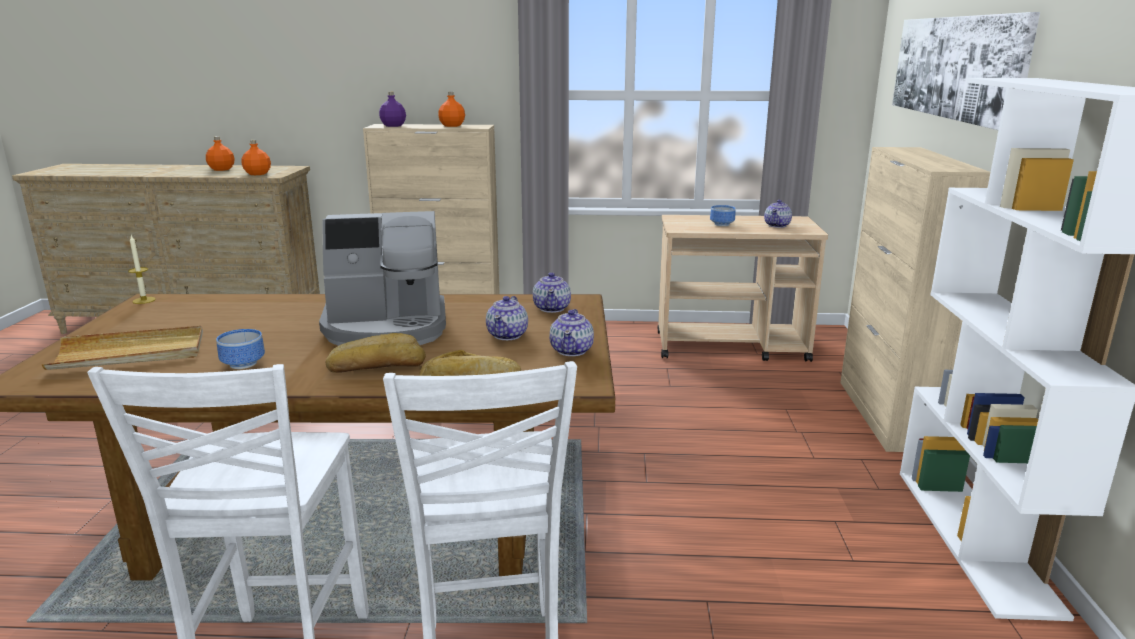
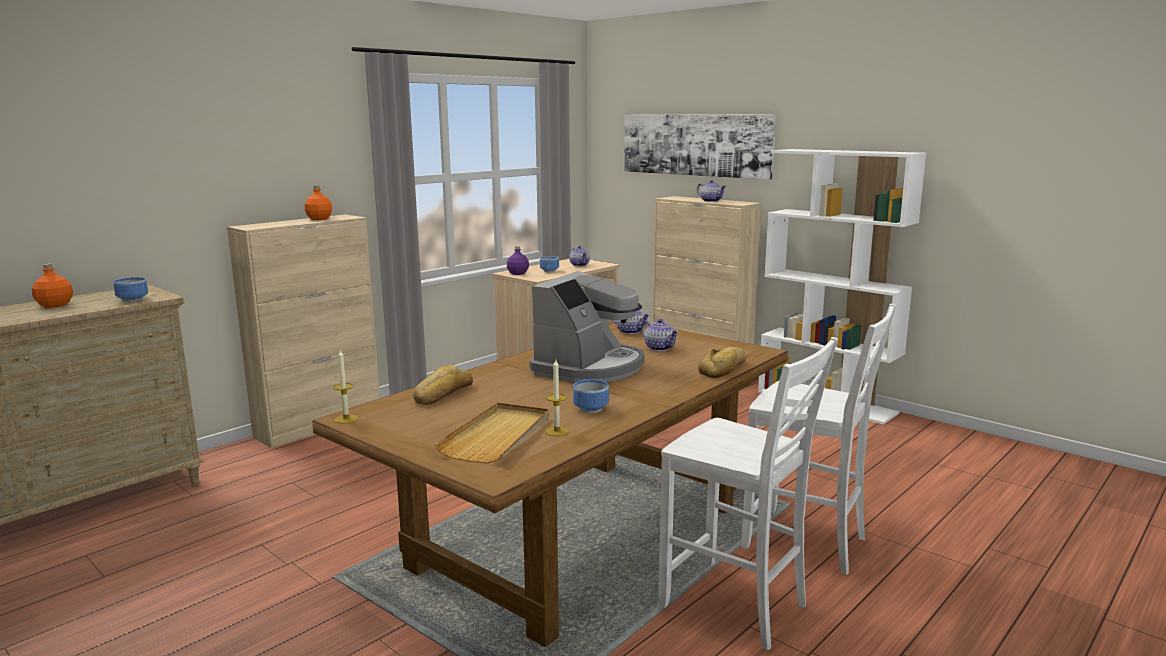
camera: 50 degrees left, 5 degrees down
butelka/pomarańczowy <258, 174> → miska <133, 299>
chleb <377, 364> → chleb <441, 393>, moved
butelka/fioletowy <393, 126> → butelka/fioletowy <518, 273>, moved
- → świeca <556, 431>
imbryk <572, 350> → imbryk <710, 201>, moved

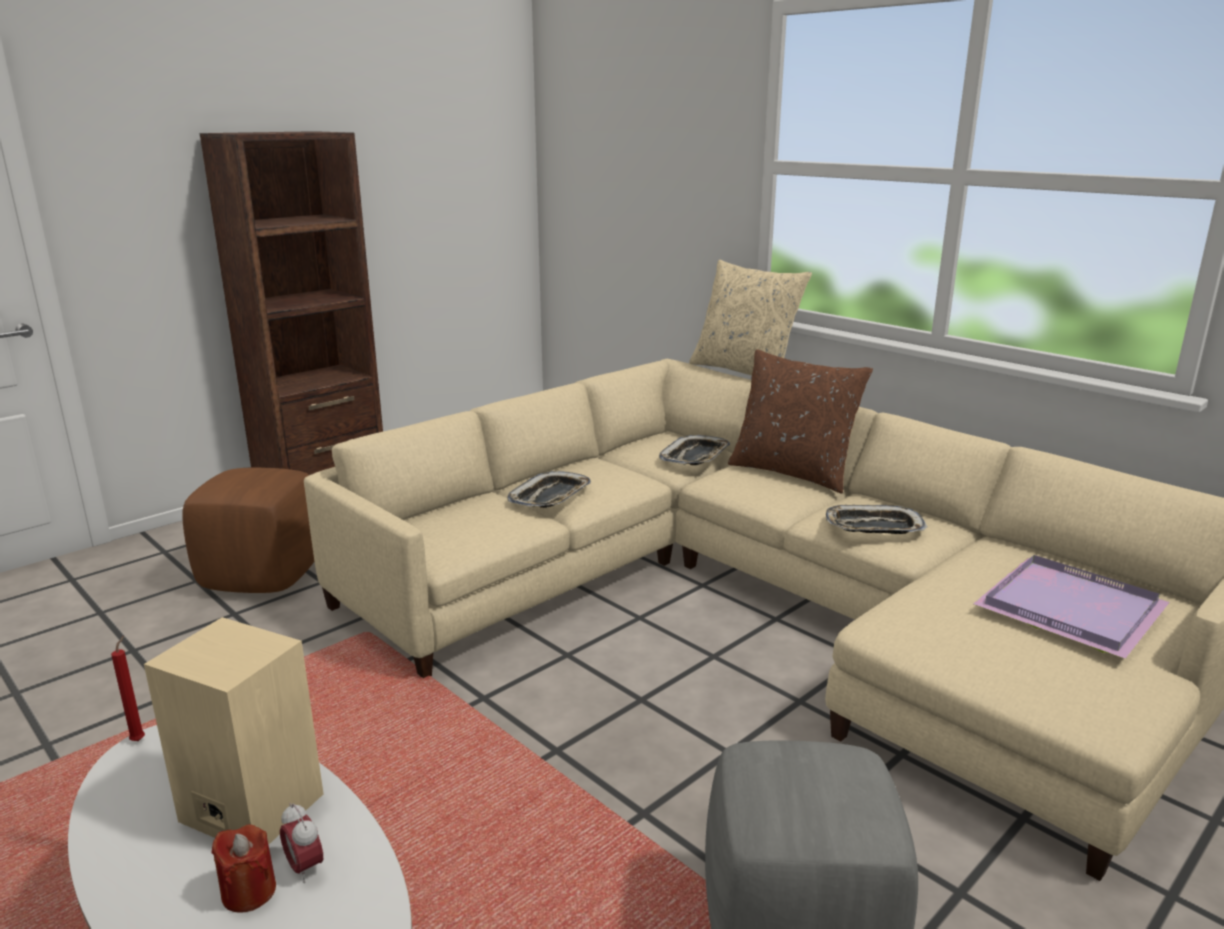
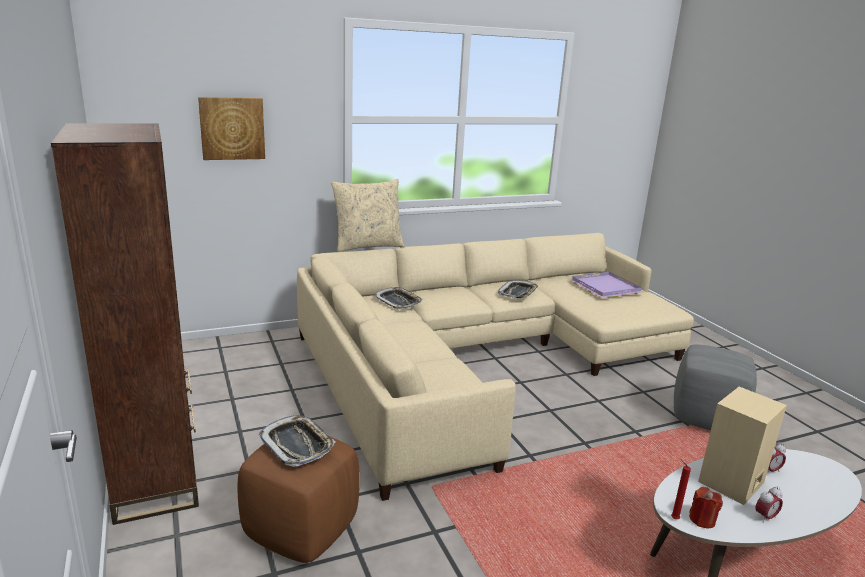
camera: 70 degrees left, 0 degrees up
- → obraz <232, 128>
taca <550, 496> → taca <297, 445>, moved
świeca/czerwony <249, 892> → świeca/czerwony <702, 520>, moved
- → budzik <765, 517>
poduszka/brązowy <793, 473> → -

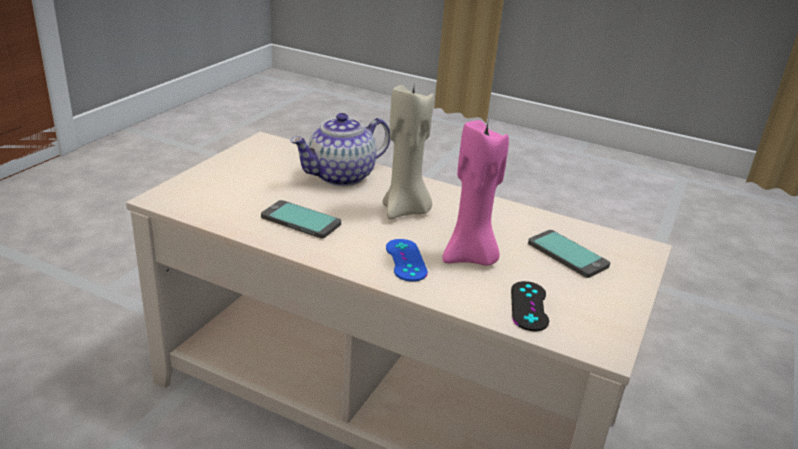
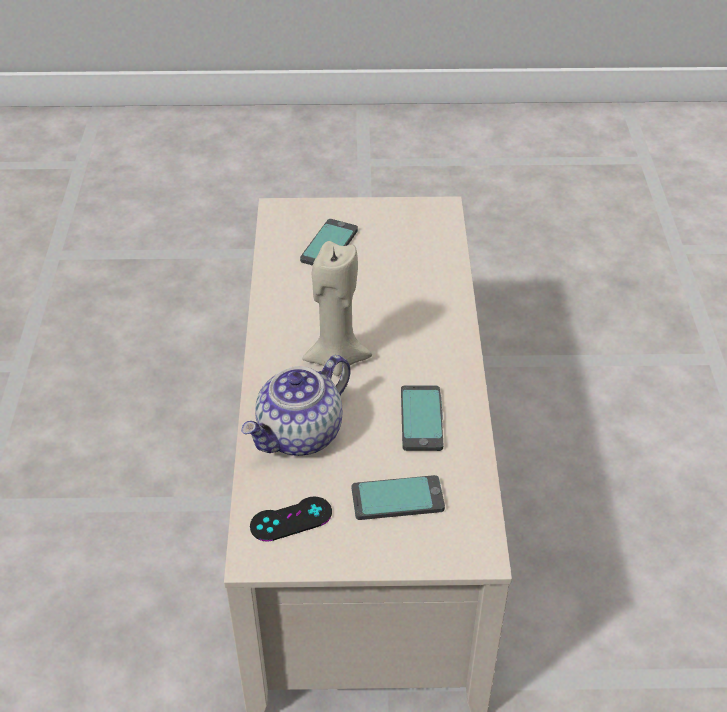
camera: 115 degrees left, 15 degrees up
imbryk <341, 176> → imbryk <300, 435>, 105 degrees clockwise
pad do gier/czarny <529, 306> → pad do gier/czarny <291, 519>, moved
- → telefon <397, 498>
pad do gier/niebieski <406, 260> → -
świeca/różowy <470, 257> → -

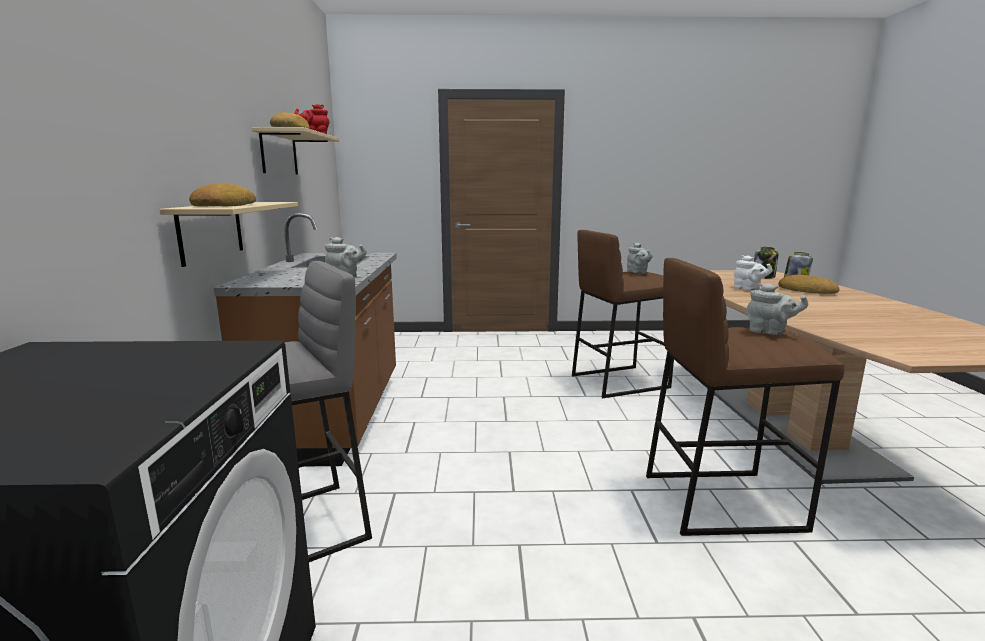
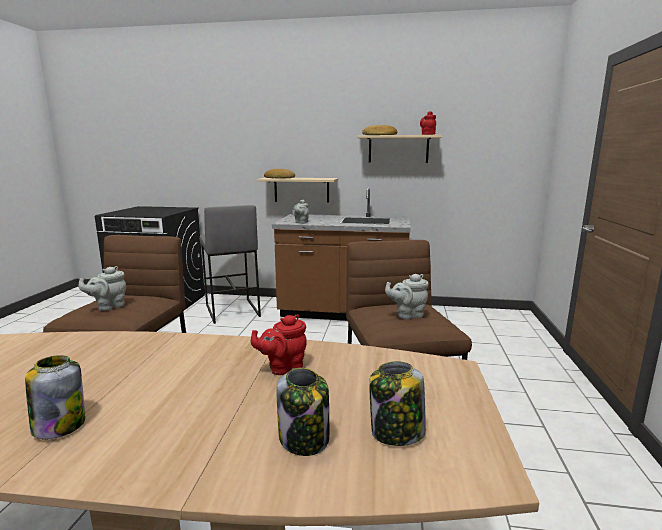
camera: 100 degrees right, 0 degrees up
- → słoik <59, 425>
imbryk/biały <748, 289> → imbryk/czerwony <283, 367>
chleb <807, 290> → -

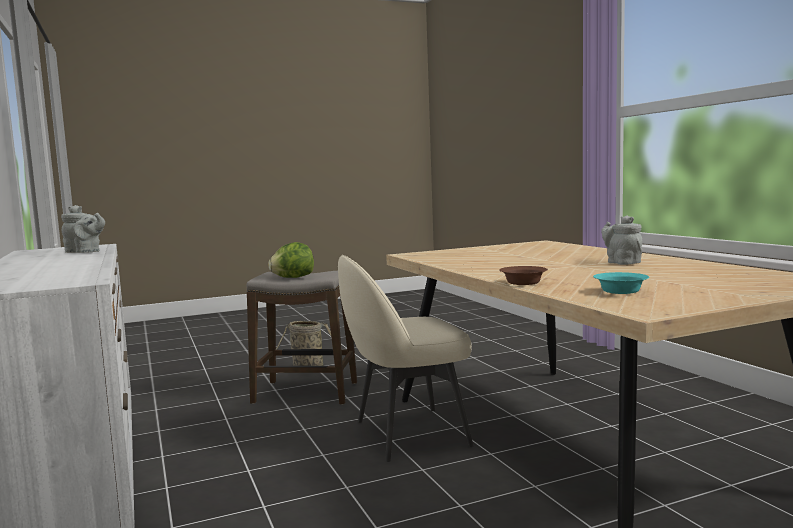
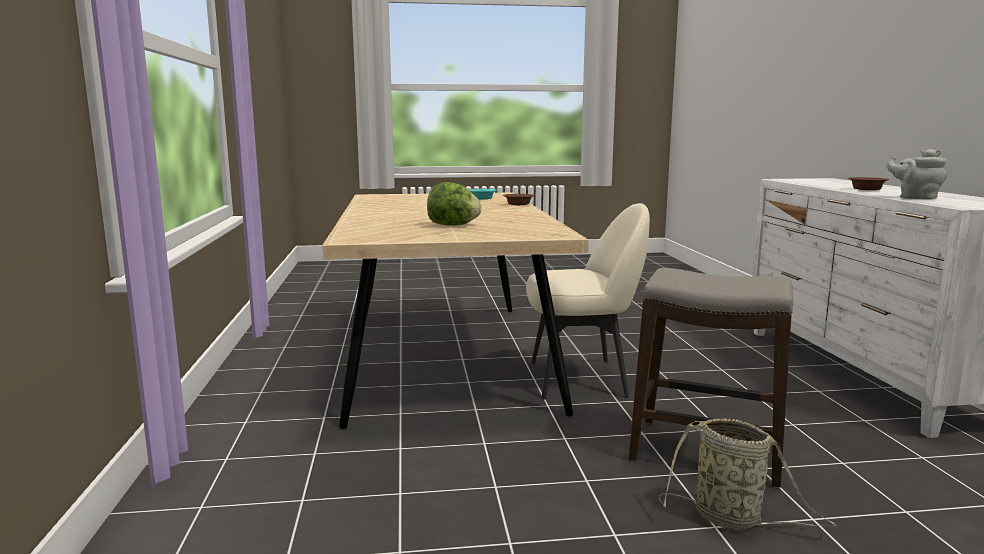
camera: 165 degrees left, 5 degrees up
sałata <293, 277> → sałata <453, 225>, moved
- → miska/brązowy <867, 189>
imbryk/szary <621, 262> → -

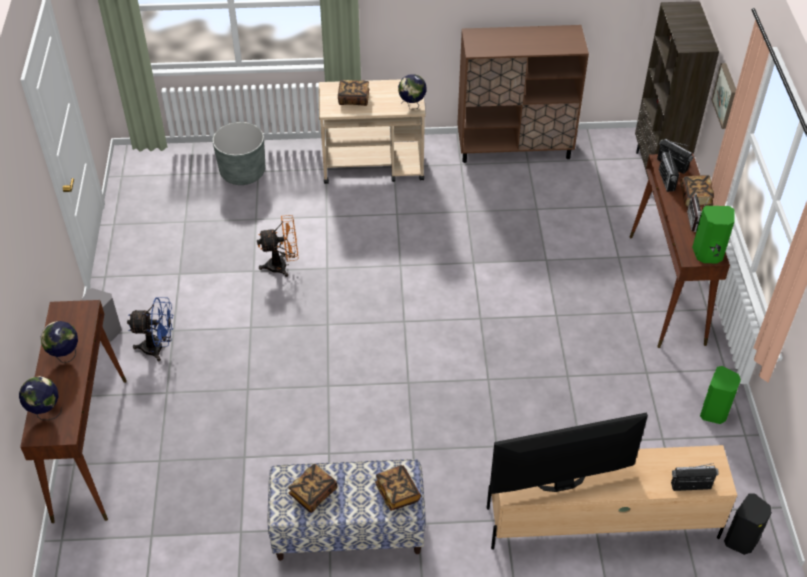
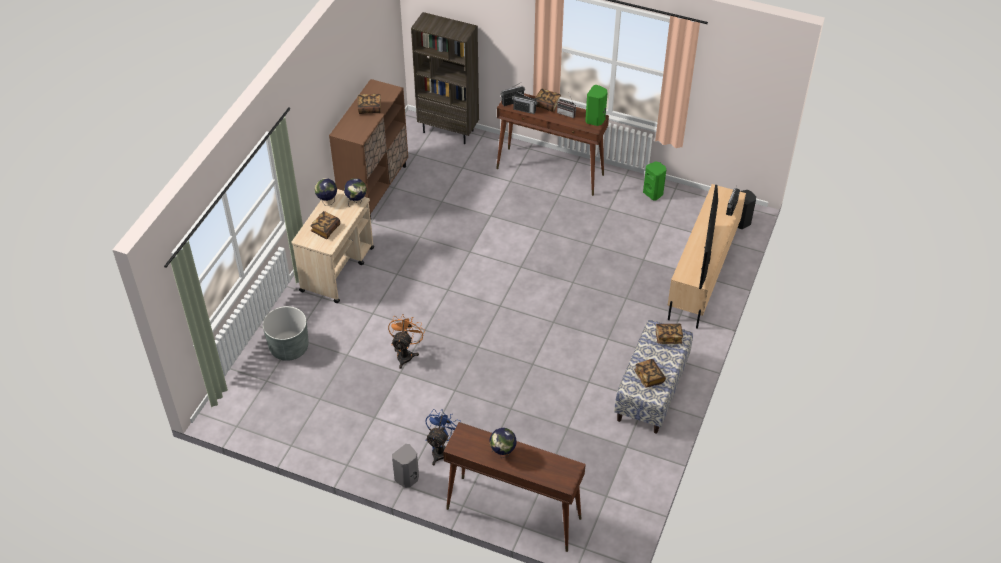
camera: 65 degrees left, 0 degrees up
globus <45, 412> → globus <327, 202>, moved
- → książka <369, 108>
obraz <726, 96> → -

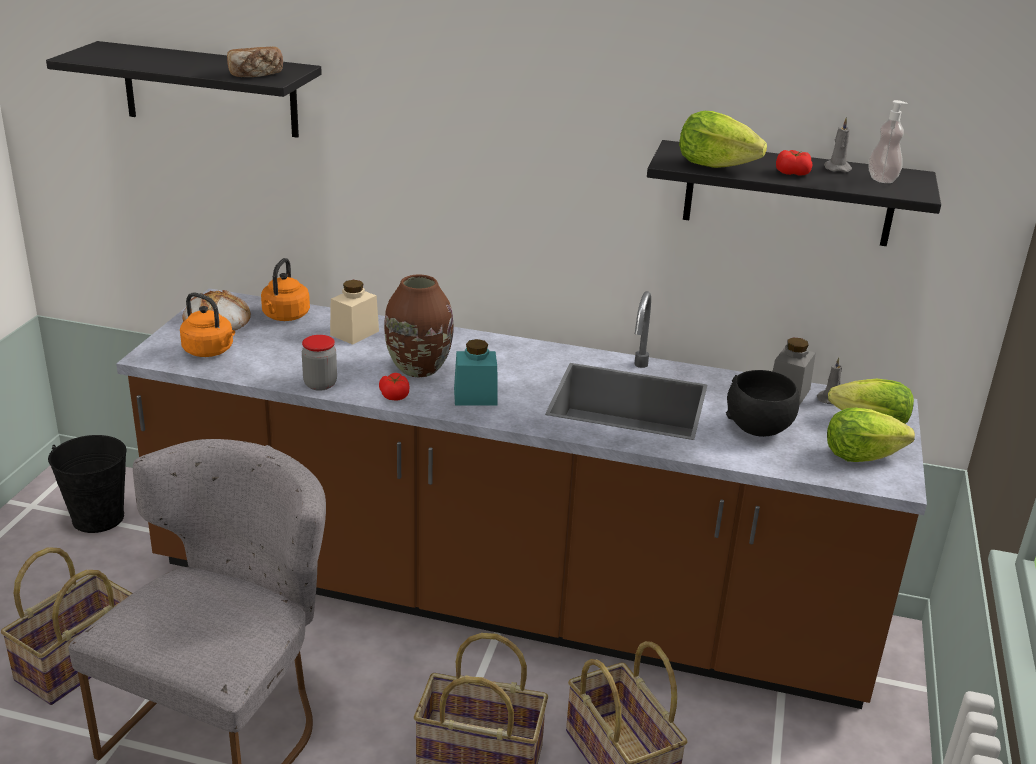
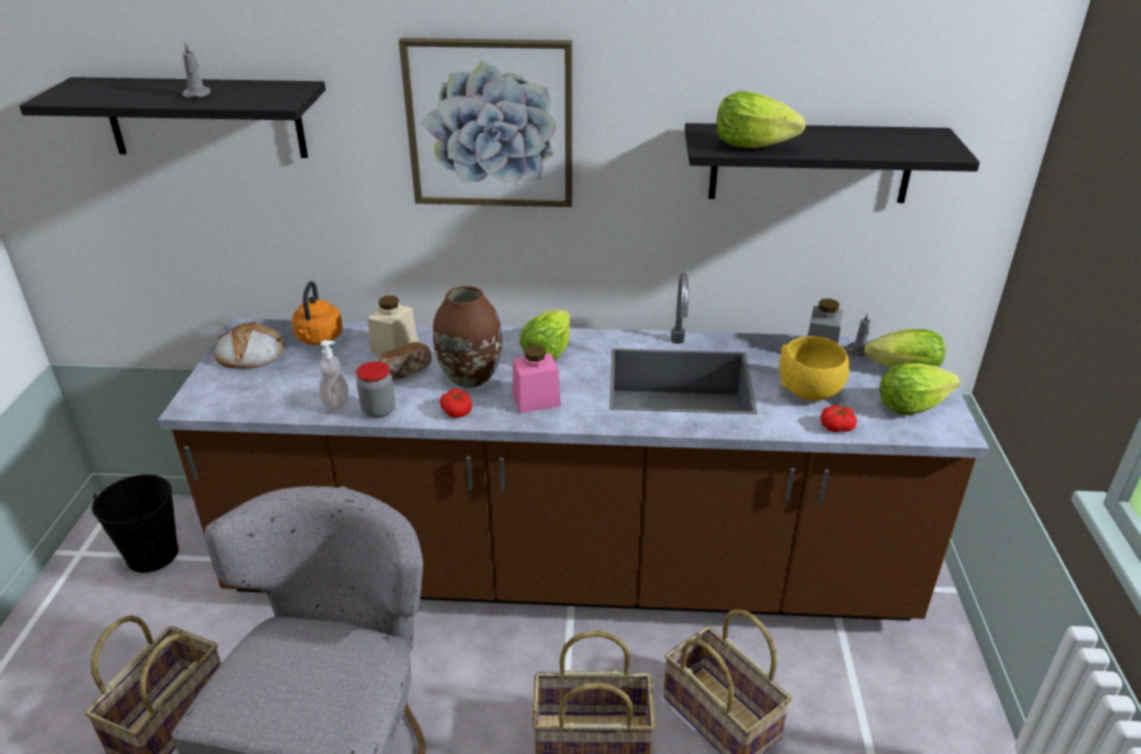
camera: 10 degrees left, 5 degrees up
świeca/szary <836, 168> → świeca/szary <197, 94>, moved
dozownik mydła <881, 179> → dozownik mydła <336, 403>, moved
chleb <256, 75> → chleb <407, 371>, moved
- → obraz <490, 124>
słoik/turkusowy <475, 397> → słoik/różowy <536, 400>
- → sałata <547, 352>
miska/czarny <759, 428> → miska/żółty <810, 392>
pomidor <792, 173> → pomidor <836, 426>, moved
czajnik/pomarańczowy <210, 351> → -

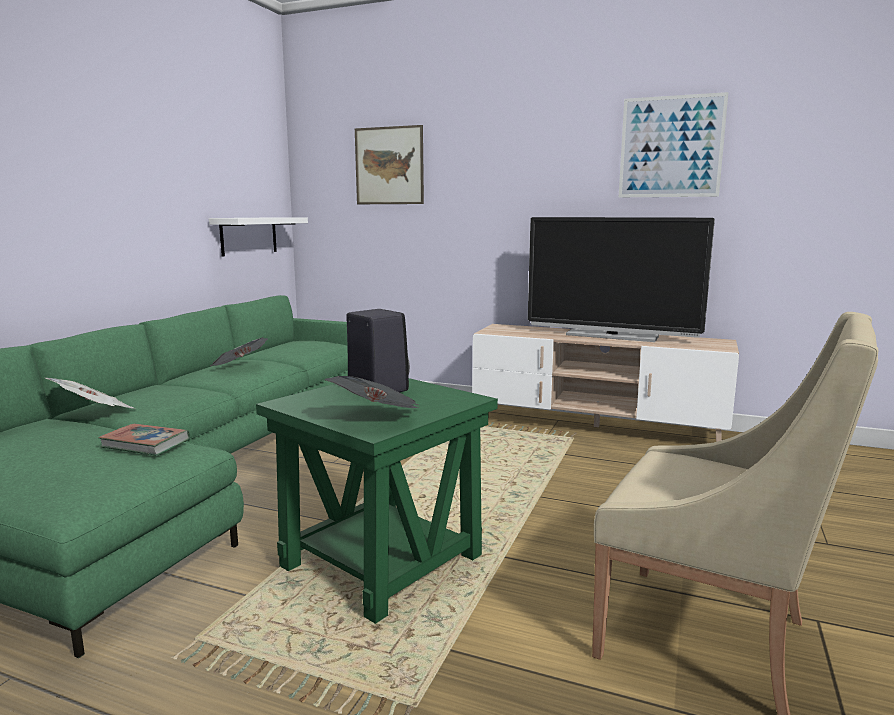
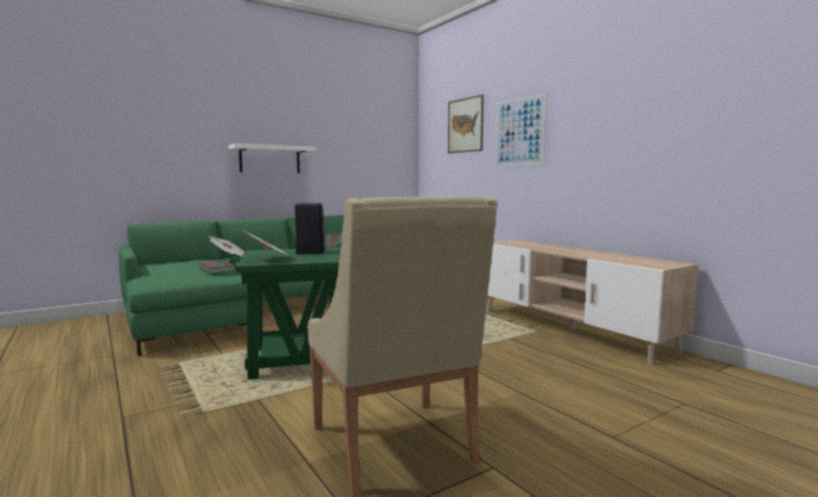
camera: 35 degrees right, 5 degrees down
półka/biały <249, 235> → półka/biały <270, 159>, moved
obraz <671, 147> → obraz <520, 131>, moved
telewizor <611, 336> → -

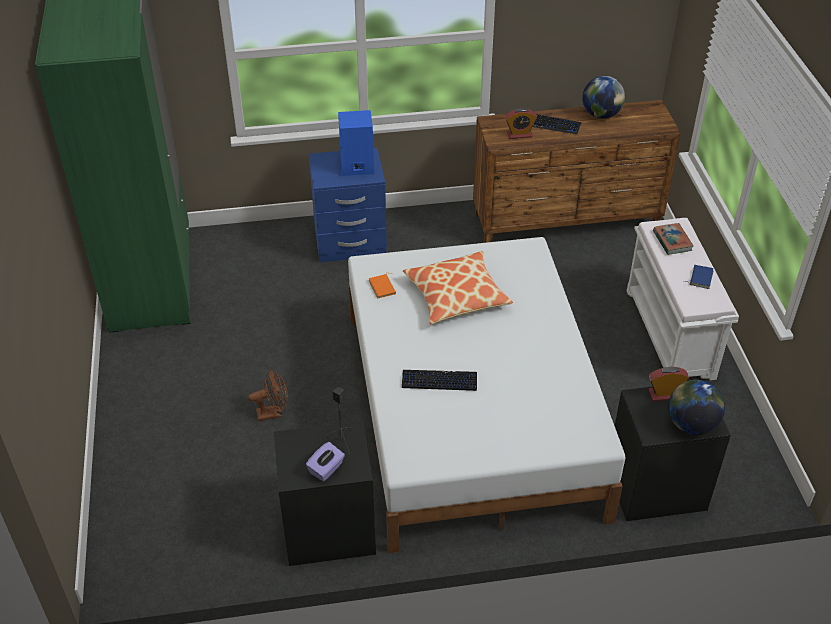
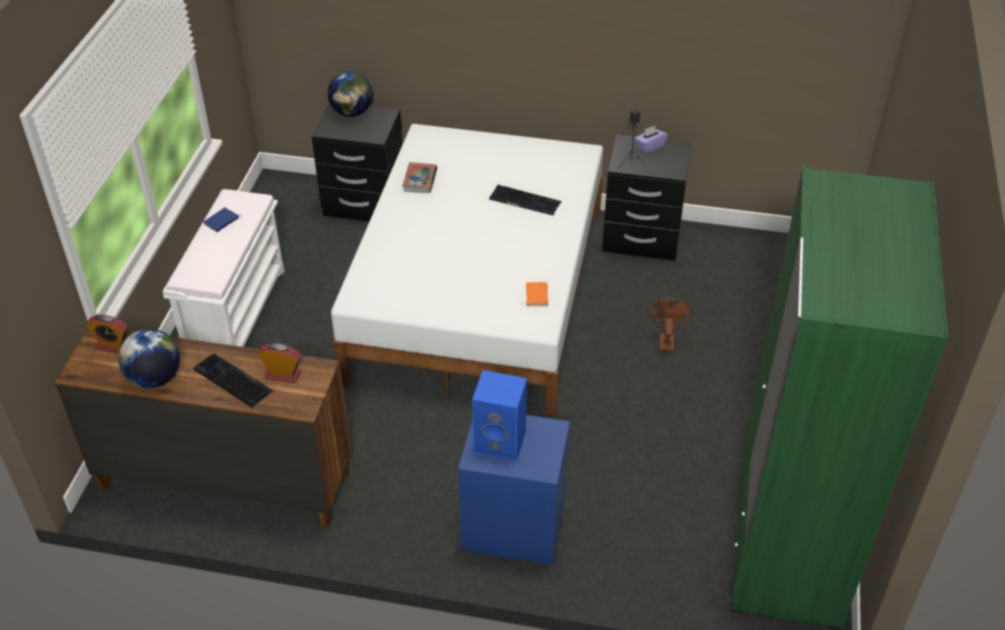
camera: 160 degrees left, 0 degrees up
budzik <664, 394> → budzik <113, 346>, moved
książka <672, 241> → książka <420, 180>, moved
wentylator/brązowy <273, 413> → wentylator/brązowy <666, 340>, 90 degrees clockwise
poduszka <456, 296> → -

